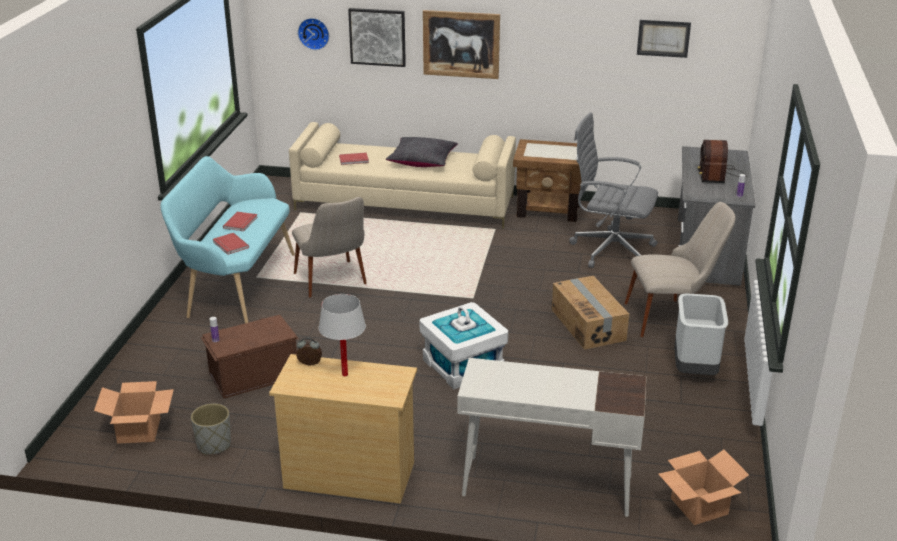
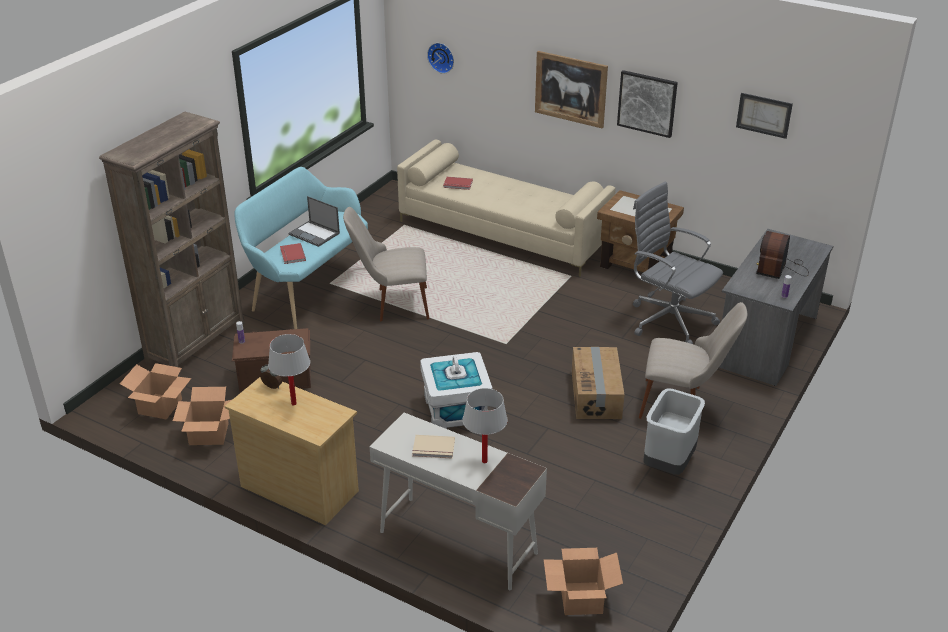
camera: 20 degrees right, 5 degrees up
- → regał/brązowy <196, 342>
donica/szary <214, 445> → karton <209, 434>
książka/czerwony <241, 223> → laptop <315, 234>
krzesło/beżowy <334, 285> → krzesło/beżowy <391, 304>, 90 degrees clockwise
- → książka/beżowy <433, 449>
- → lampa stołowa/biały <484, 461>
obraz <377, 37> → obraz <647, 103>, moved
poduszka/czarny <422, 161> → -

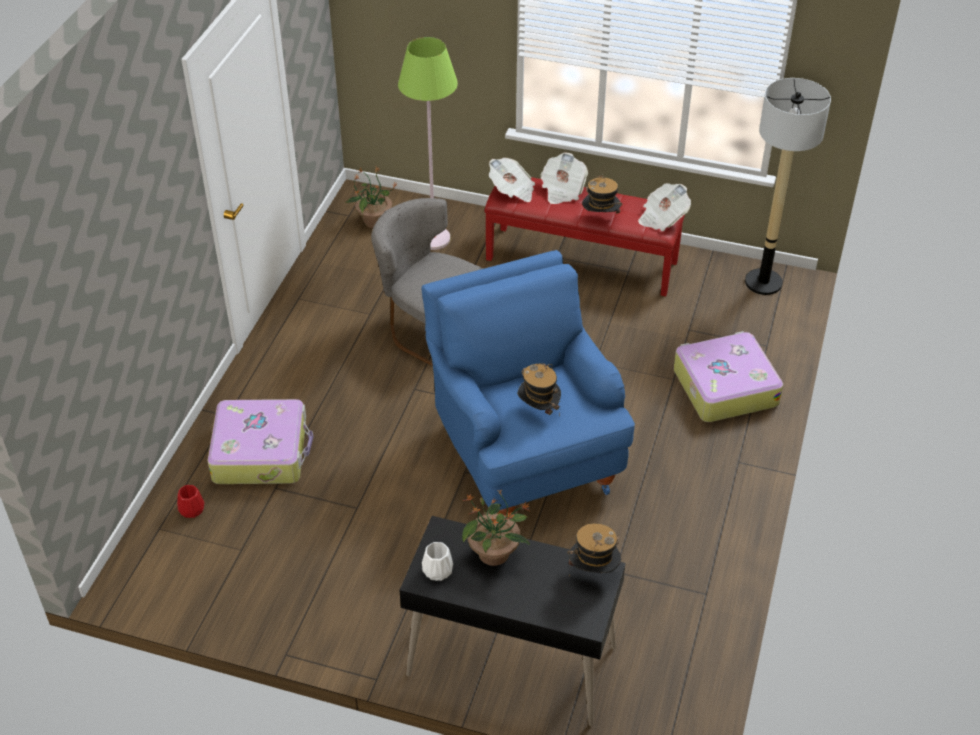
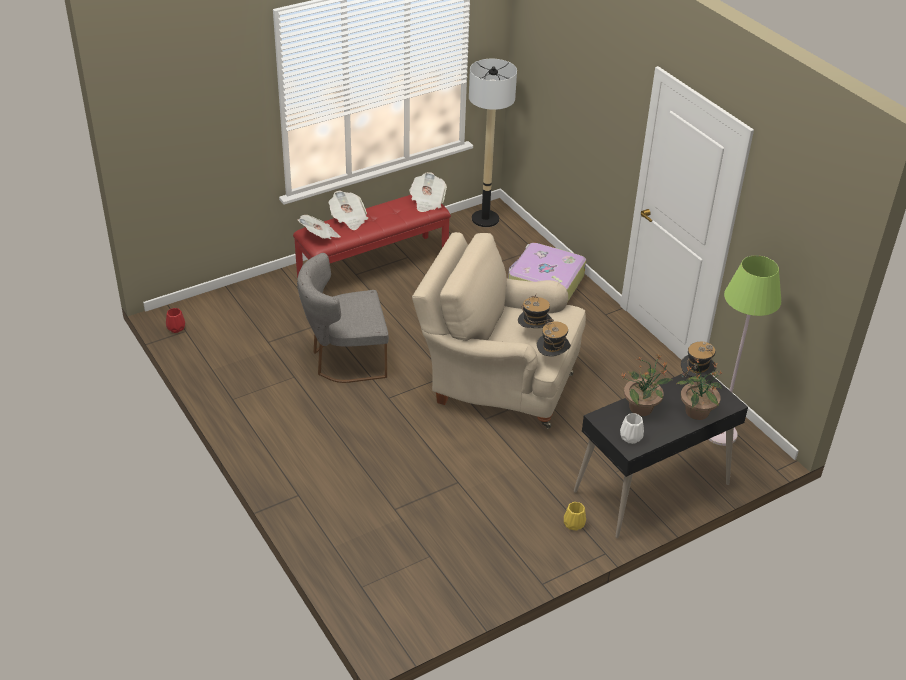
camera: 50 degrees left, 5 degrees down
wazon/czerwony <192, 510> → wazon/czerwony <176, 328>, moved
fotel/niebieski <524, 450> → fotel/beżowy <497, 384>
kapelusz <600, 218> → kapelusz <552, 359>, moved
- → wazon/żółty <574, 524>
roślina doniczkowa <374, 221> → roślina doniczkowa <696, 412>, moved
lampa stojąca/zielony <433, 239> → lampa stojąca/zielony <720, 434>, moved
walizka <261, 451> → -

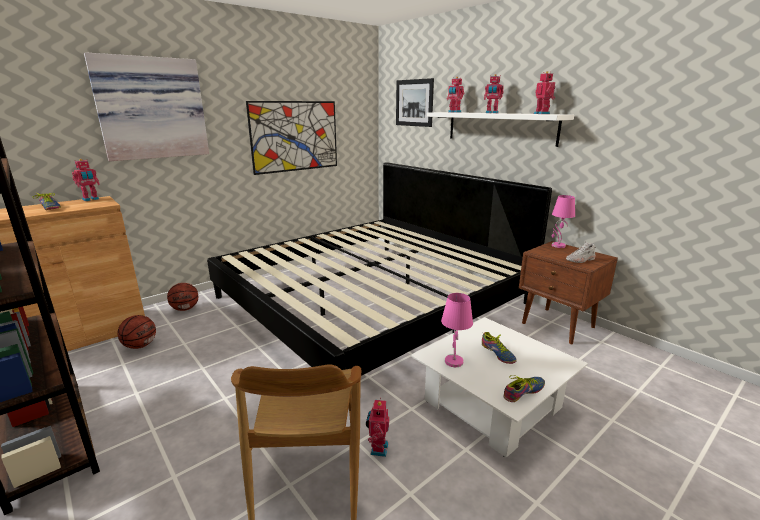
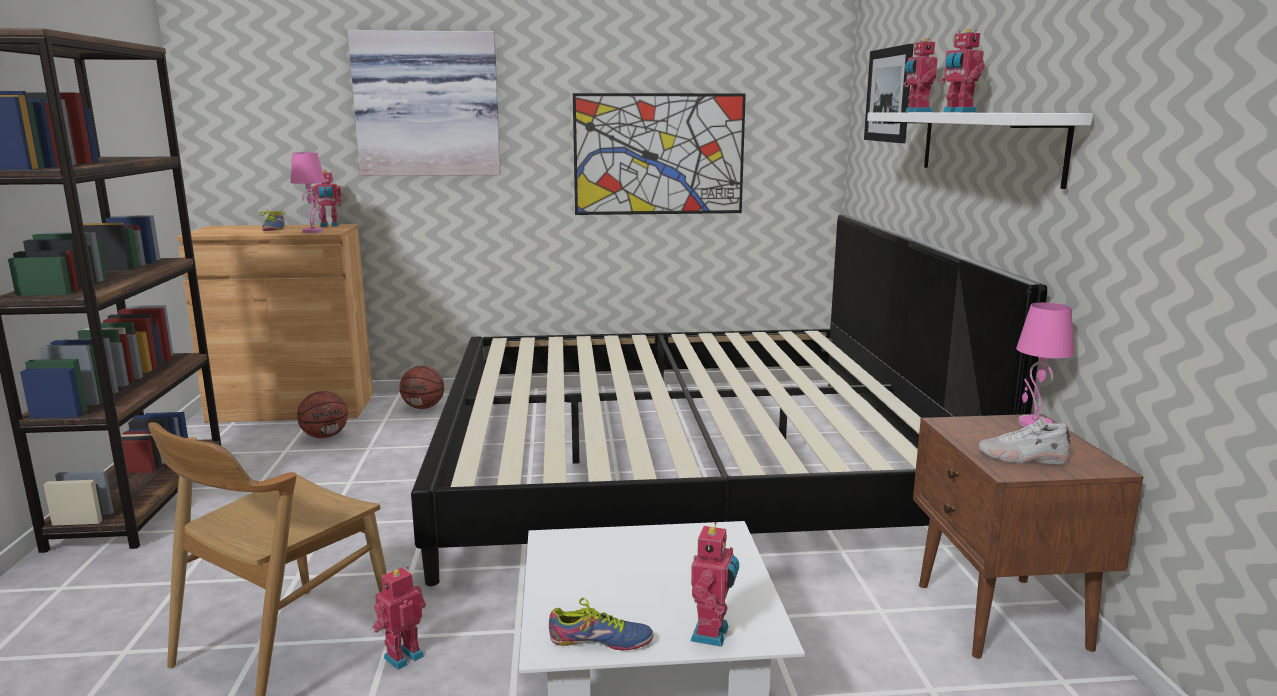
camera: 35 degrees right, 5 degrees down
lampa stołowa/różowy <453, 361> → lampa stołowa/różowy <313, 231>, moved
robot zabawkowy <542, 114> → robot zabawkowy <713, 634>, moved
but <497, 354> → -

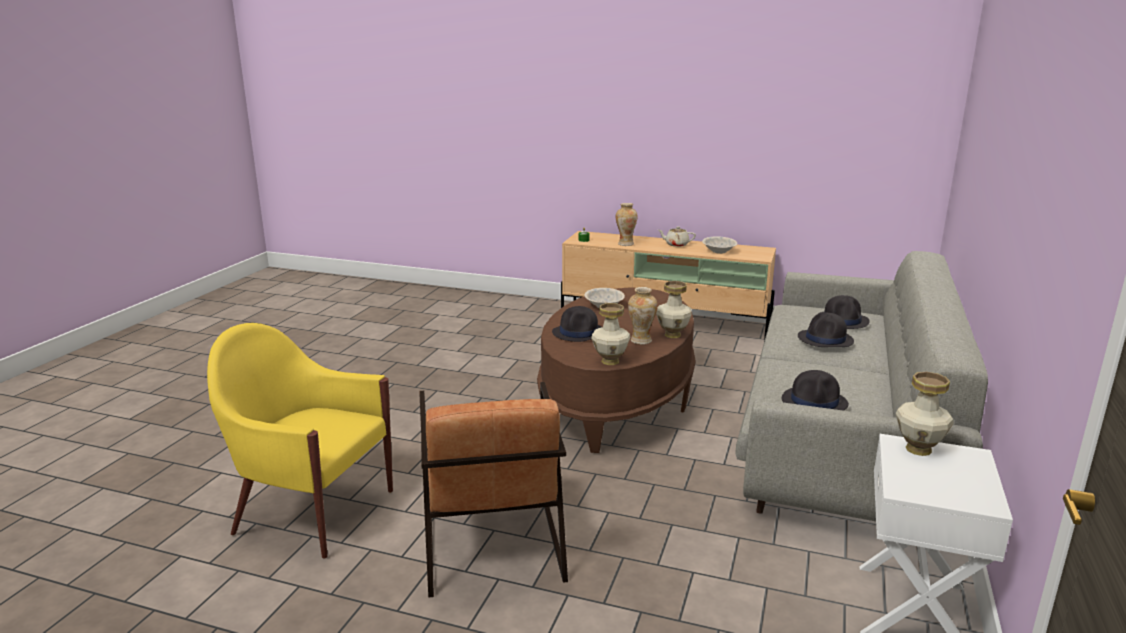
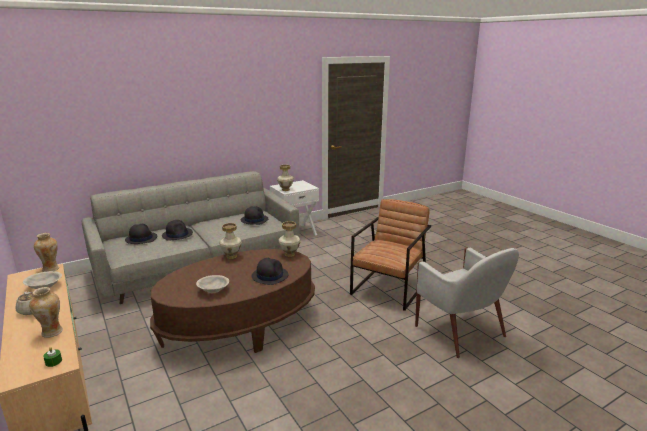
camera: 140 degrees left, 0 degrees up
wazon <641, 341> → wazon <51, 269>, moved
fotel/żółty <312, 511> → fotel/biały <461, 332>

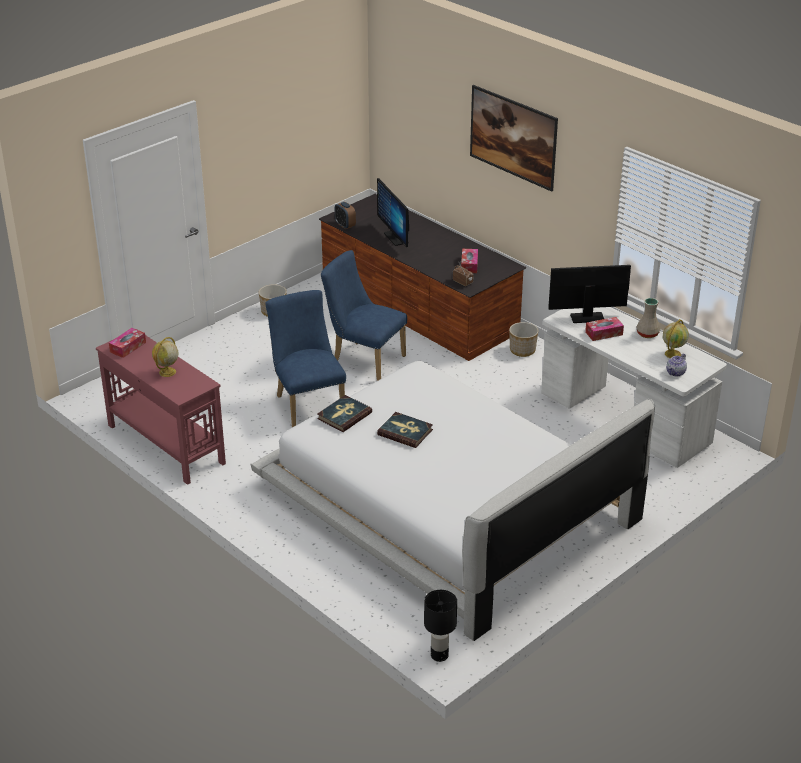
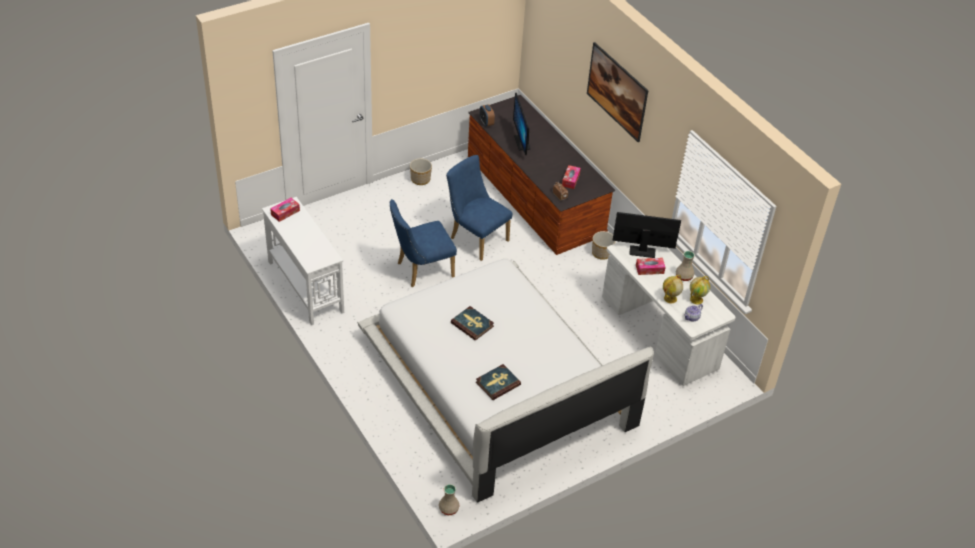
camera: 10 degrees right, 10 degrees up
stolik konsolowy/czerwony <166, 443> → stolik konsolowy/biały <305, 286>
krzesło/niebieski <308, 403> → krzesło/niebieski <421, 270>, 105 degrees counterclockwise
lampa stołowa/czarny <439, 656> → wazon/beżowy <448, 509>
książka <344, 415> → książka <497, 383>, moved
globus <167, 372> → globus <670, 299>, moved

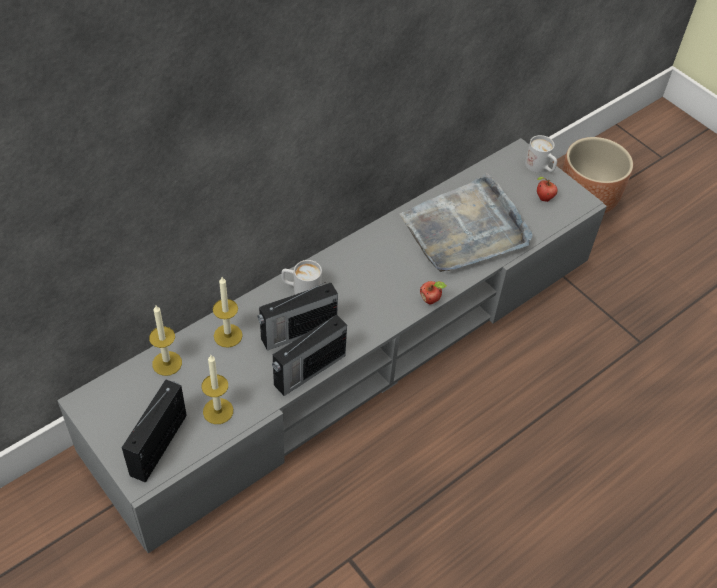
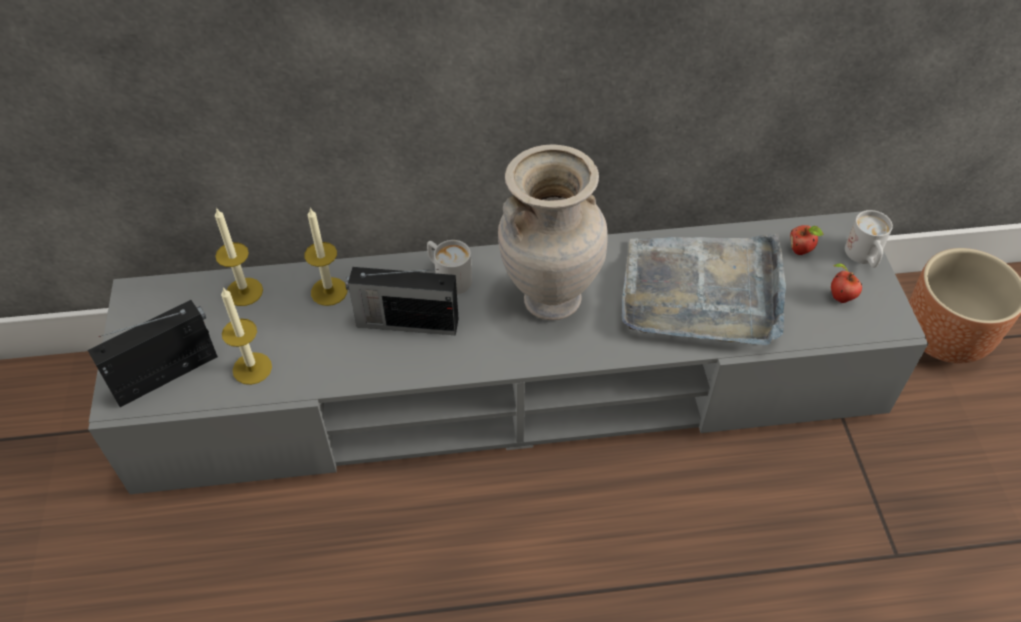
camera: 35 degrees right, 0 degrees up
- → wazon/beżowy <550, 299>
jabłko <431, 300> → jabłko <801, 251>, moved
radio <308, 371> → -

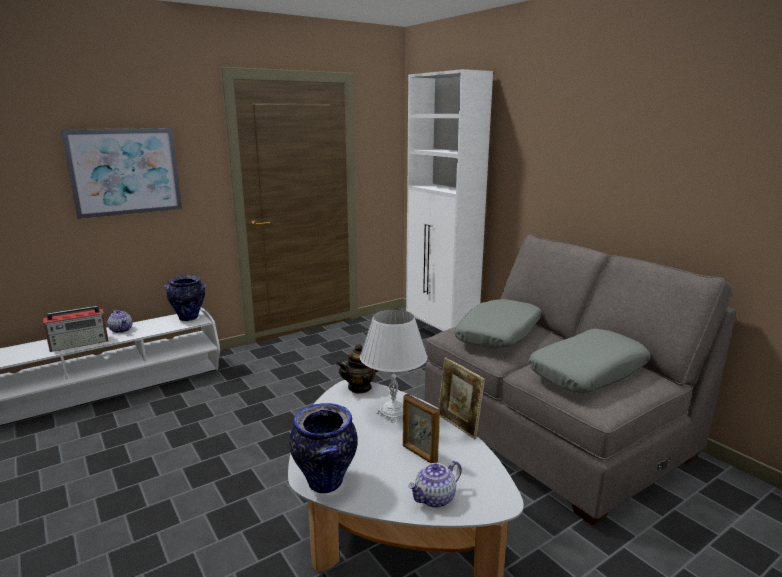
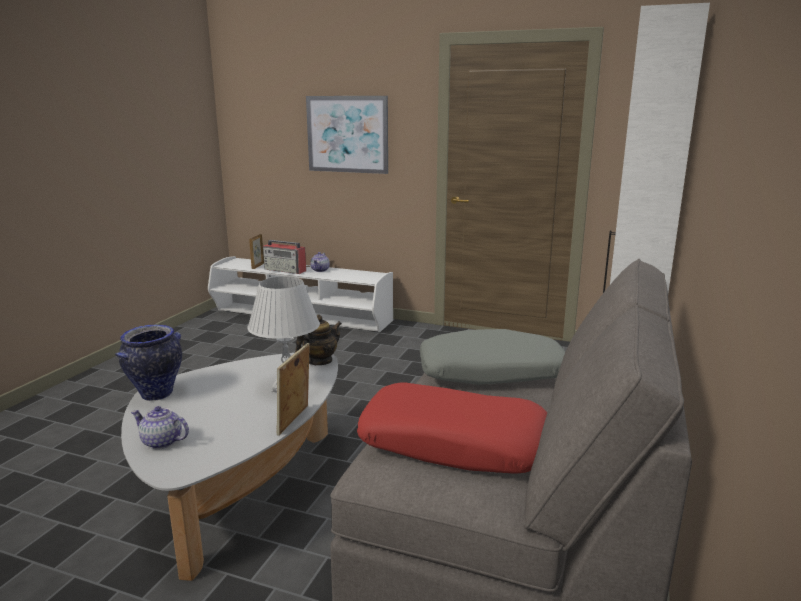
camera: 55 degrees right, 0 degrees up
ramka na zdjęcie <419, 454> → ramka na zdjęcie <257, 266>, moved
imbryk <360, 387> → imbryk <319, 361>, 120 degrees clockwise
poduszka/szary <587, 372> → poduszka/czerwony <453, 443>
wazon <189, 318> → -

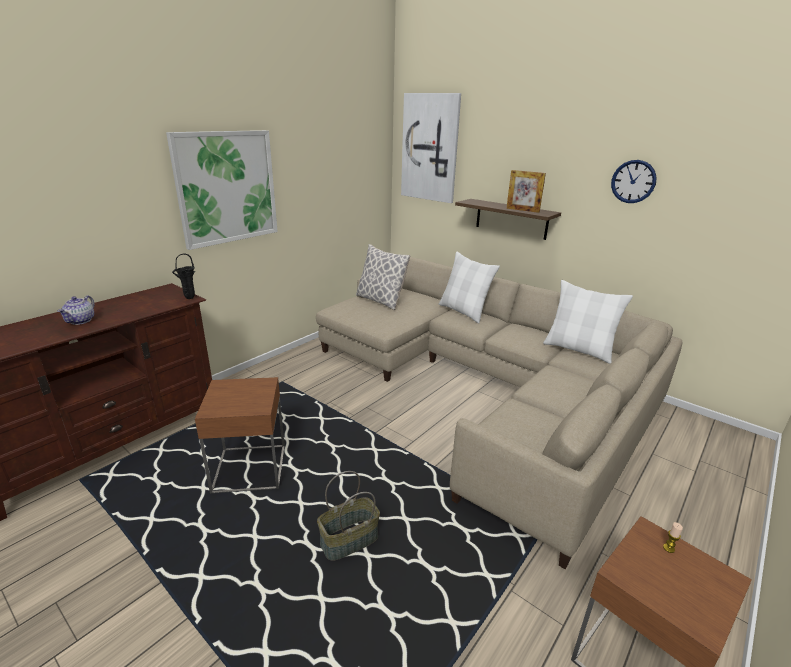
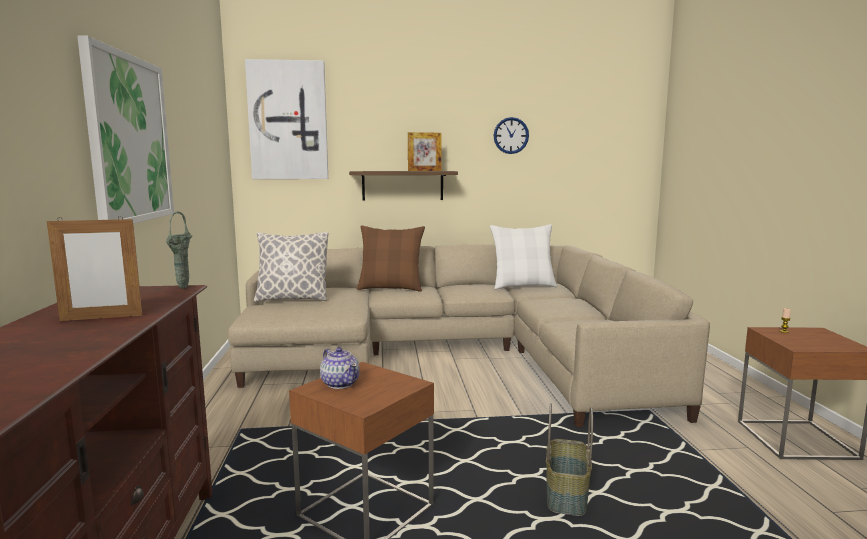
camera: 45 degrees left, 15 degrees down
- → ramka na zdjęcie <101, 318>
wazon/czarny <189, 299> → wazon/zielony <182, 288>
imbryk <81, 321> → imbryk <340, 383>, moved
poduszka/biały <464, 312> → poduszka/brązowy <390, 288>

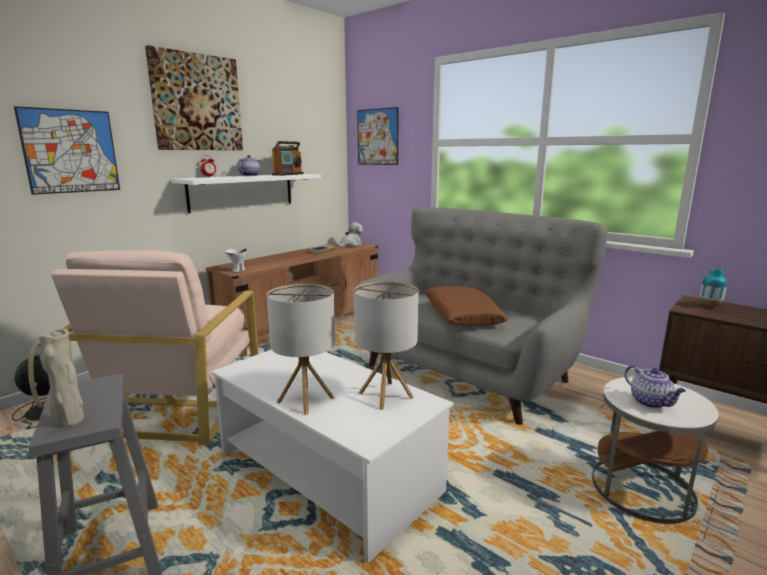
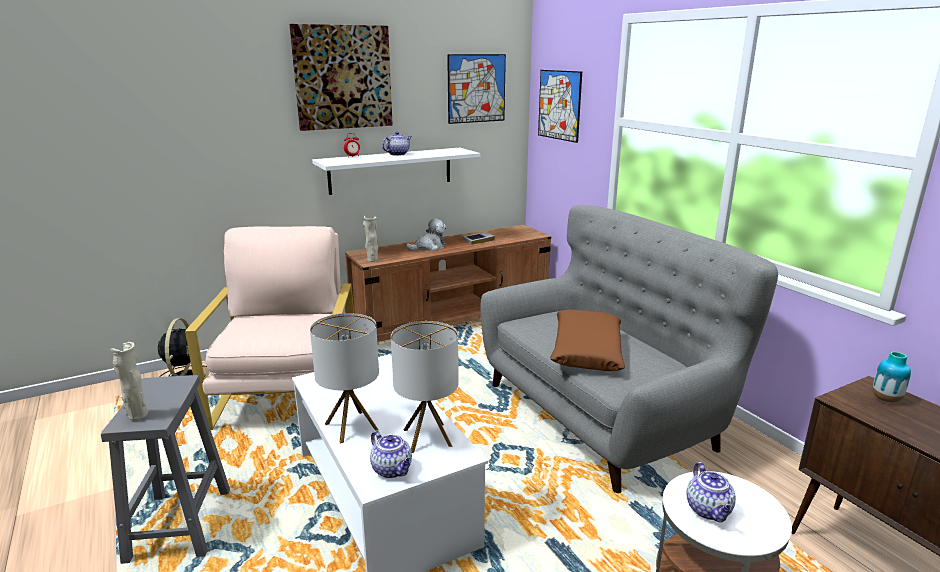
camera: 20 degrees right, 5 degrees up
fotel/beżowy <176, 402> → fotel/beżowy <288, 392>, 150 degrees clockwise
miska/biały <238, 270> → wazon/beżowy <372, 260>
- → imbryk <392, 470>
pluszak <351, 245> → pluszak <429, 247>, moved
obraz <71, 151> → obraz <476, 88>, moved
radio <288, 174> → -

